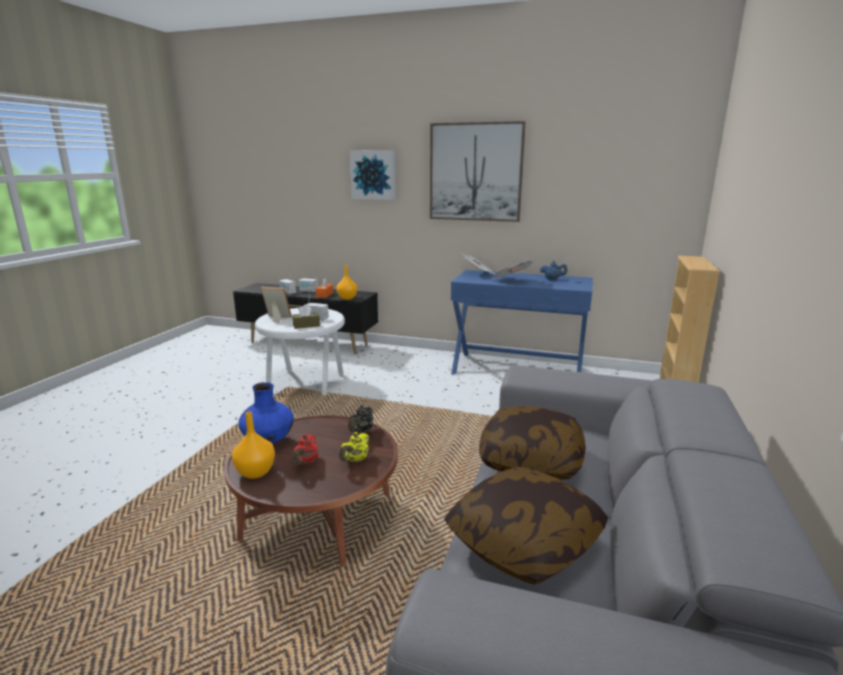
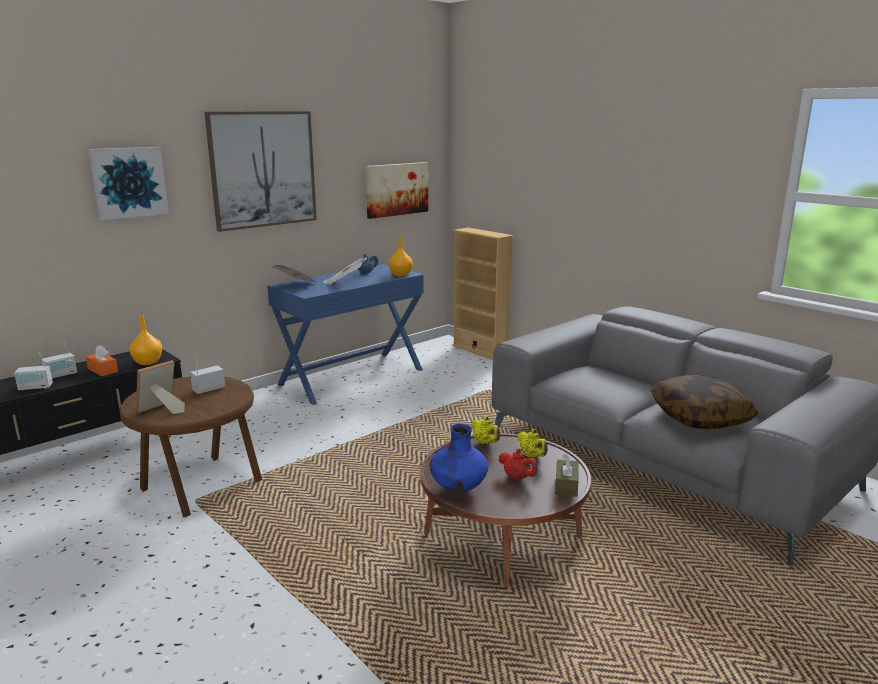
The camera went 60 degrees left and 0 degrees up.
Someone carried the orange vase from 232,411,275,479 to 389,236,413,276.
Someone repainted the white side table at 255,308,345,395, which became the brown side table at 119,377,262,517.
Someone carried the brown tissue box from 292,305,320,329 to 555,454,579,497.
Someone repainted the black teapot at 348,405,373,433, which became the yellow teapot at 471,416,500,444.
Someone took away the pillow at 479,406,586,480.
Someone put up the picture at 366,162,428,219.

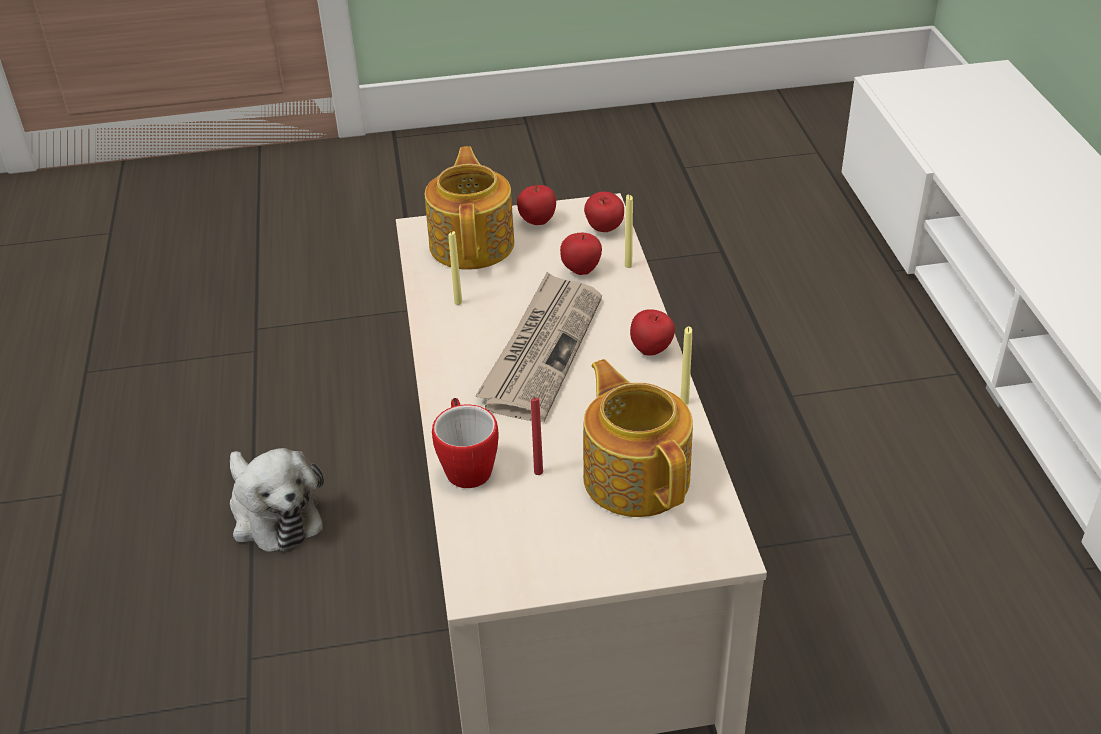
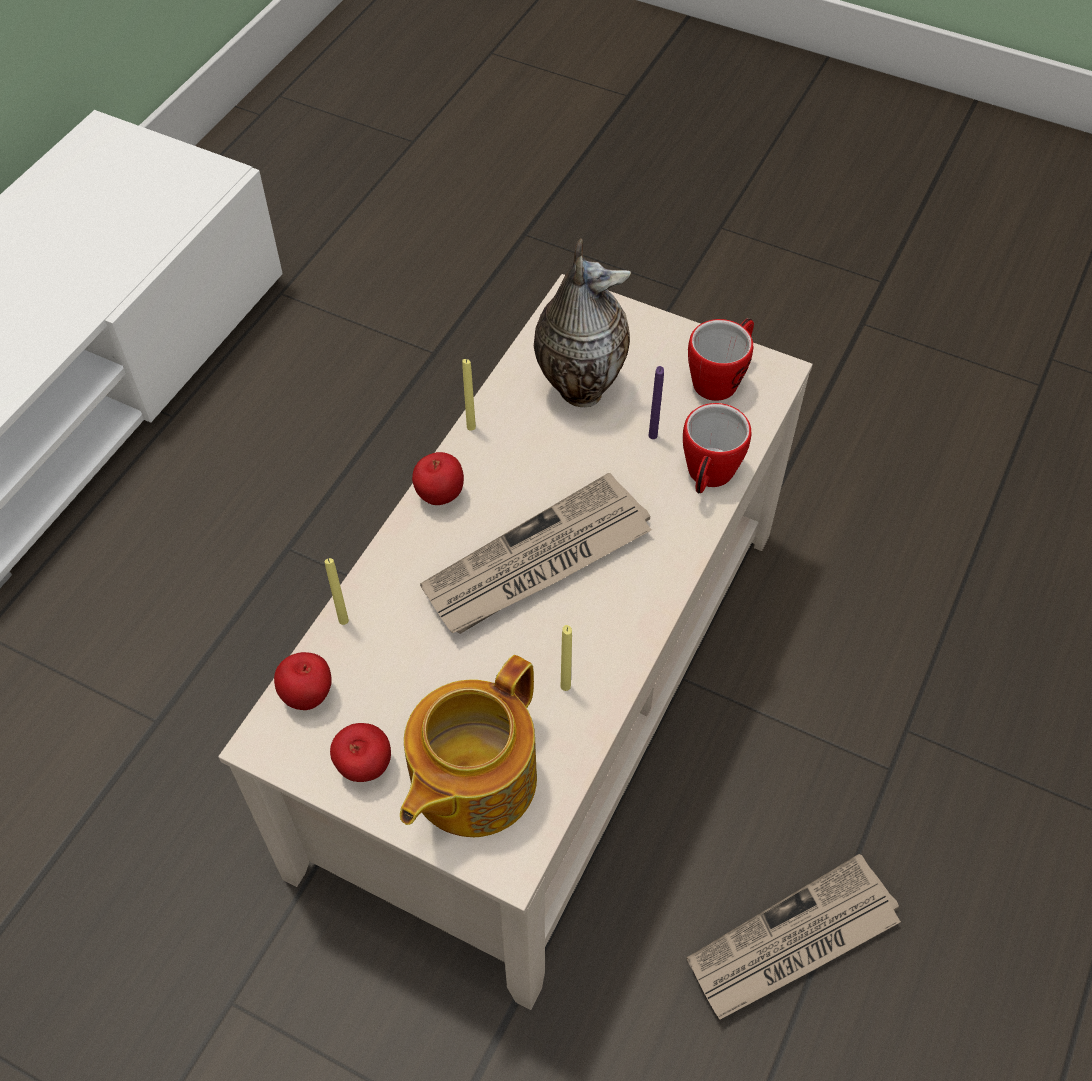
The camera went 145 degrees left and 15 degrees up.
Someone swapped the plush toy at 230,448,324,552 for the newspaper at 687,854,901,1019.
Someone repainted the red candle at 531,397,543,475, which became the purple candle at 649,366,664,439.
Someone took away the apple at 560,232,602,275.
Someone swapped the teapot at 583,359,693,517 for the vase at 534,238,631,407.
Someone put down the mug at 688,319,754,401.

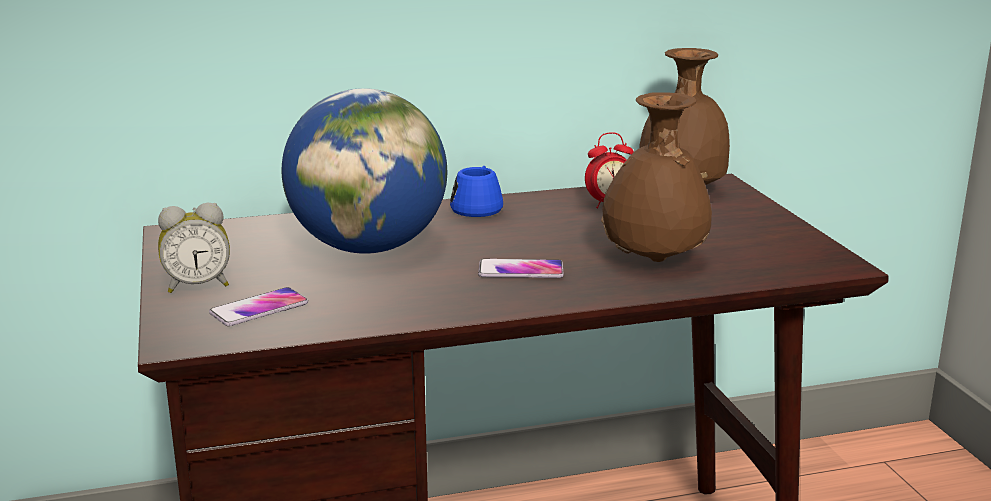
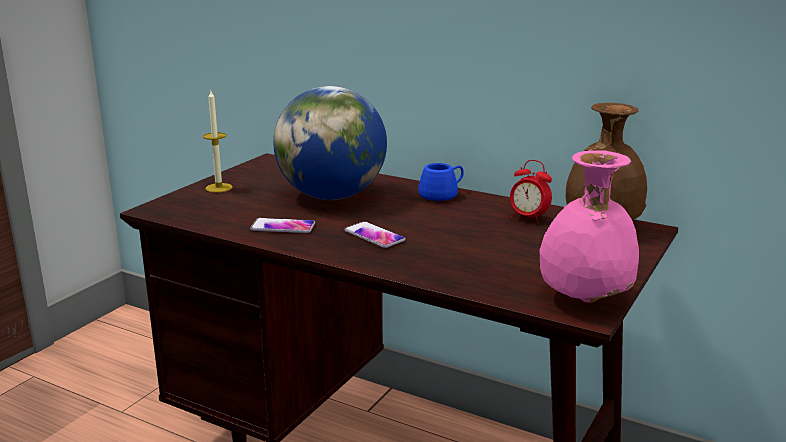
The camera went 45 degrees right and 0 degrees up.
Someone swapped the alarm clock at 158,203,230,293 for the candle at 203,91,233,193.
Someone carried the phone from 209,287,308,326 to 250,218,315,233.
Someone took away the brown vase at 601,92,712,262.
Someone put down the pink vase at 540,150,639,303.

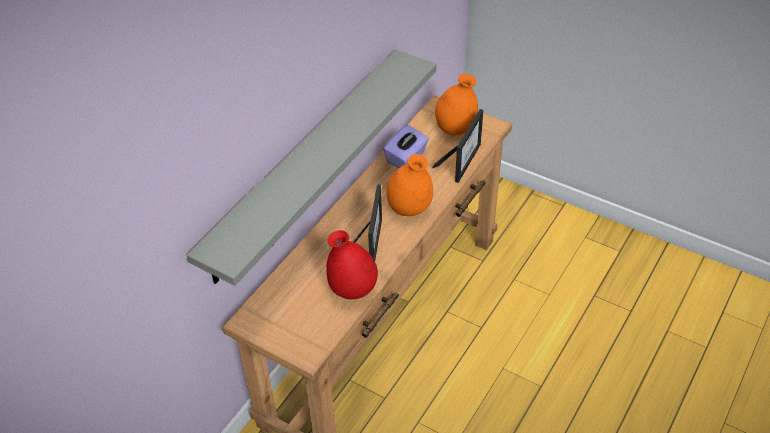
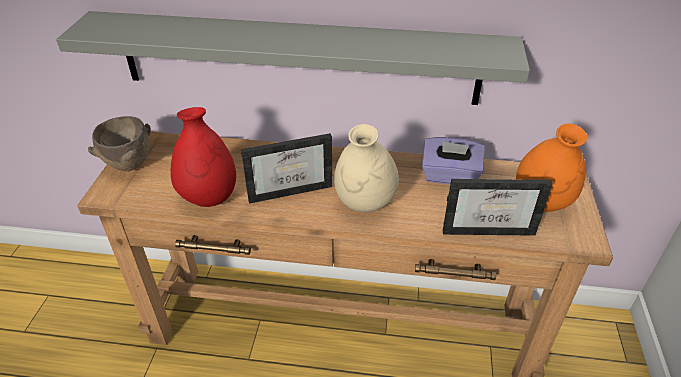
The camera went 65 degrees right and 5 degrees down.
Someone repainted the orange vase at 386,154,433,216, which became the beige vase at 334,124,399,212.
Someone put down the brown bowl at 88,116,151,171.

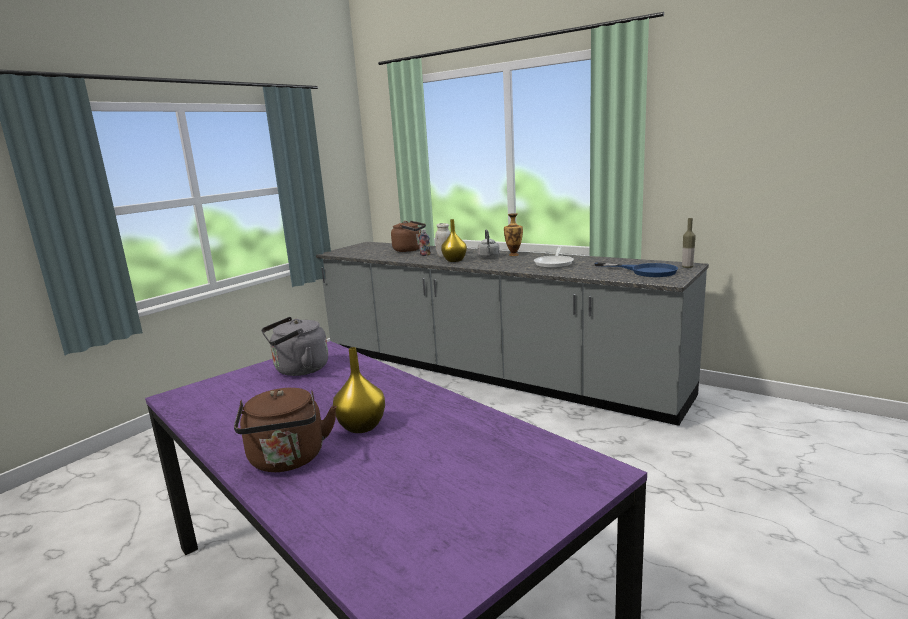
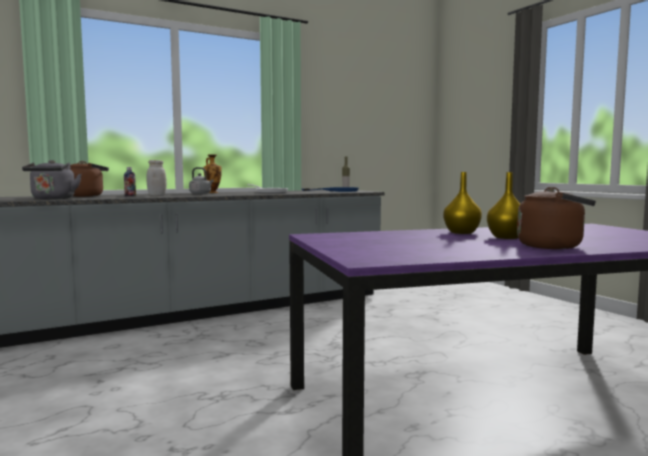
The camera went 65 degrees left and 10 degrees down.
Someone carried the grey kettle from 261,317,328,376 to 22,160,82,199.
Someone carried the yellow vase from 441,219,467,262 to 443,172,482,234.

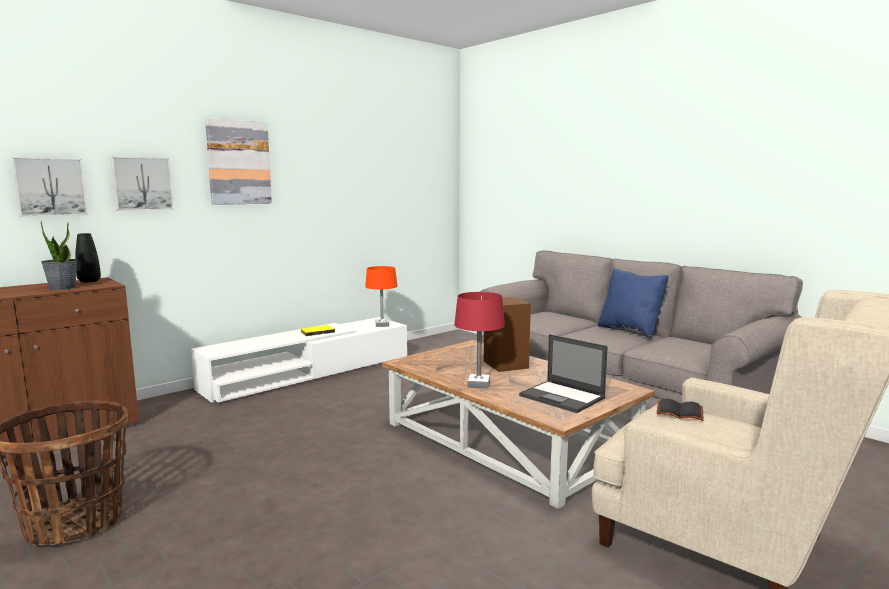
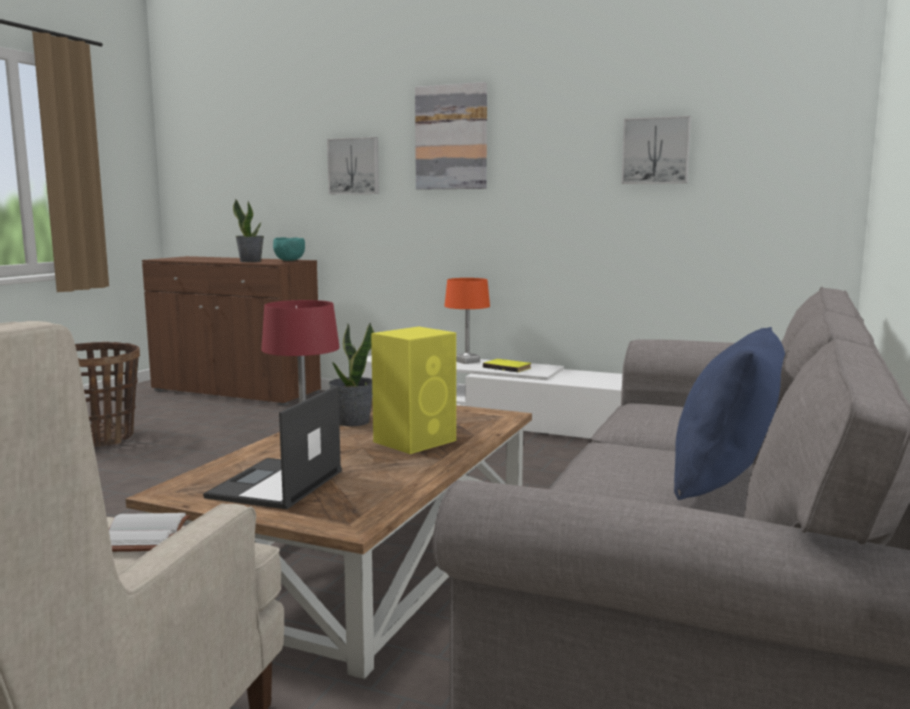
The camera went 65 degrees right and 0 degrees up.
Someone carried the picture from 12,157,88,217 to 621,116,691,184.
Someone swapped the black vase at 75,233,101,282 for the turquoise bowl at 273,237,305,261.
Someone carried the orange table lamp from 365,266,397,327 to 445,278,490,364.
Someone repainted the brown speaker at 484,297,531,372, which became the yellow speaker at 371,326,456,454.
Someone repainted the black book at 657,398,704,421, which became the white book at 109,513,190,552.
Someone put down the potted plant at 329,322,375,426.

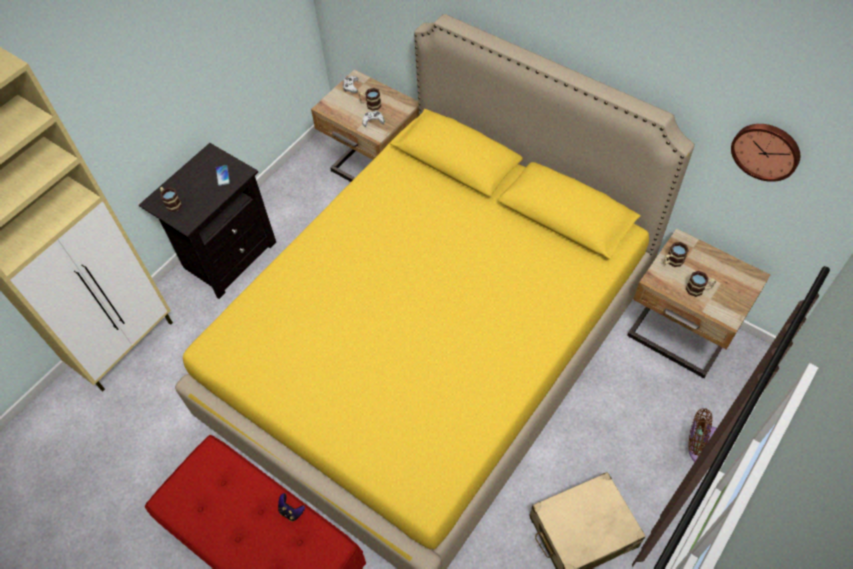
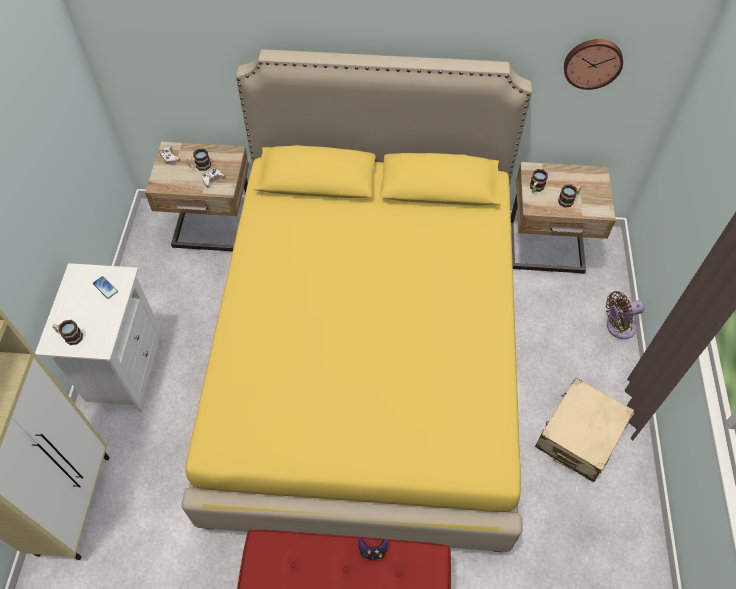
The camera went 35 degrees left and 0 degrees up.
Someone repainted the black nightstand at 139,143,276,299, which became the white nightstand at 35,263,163,412.

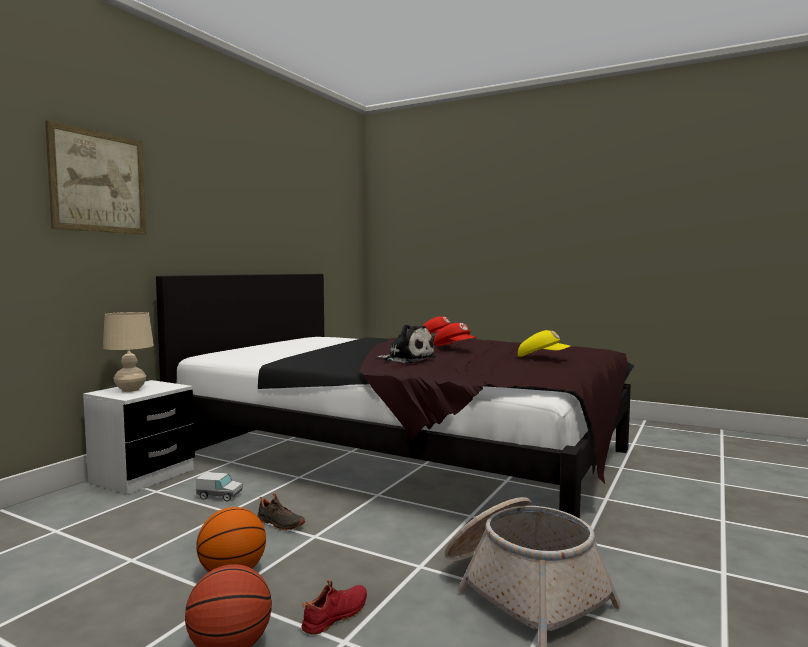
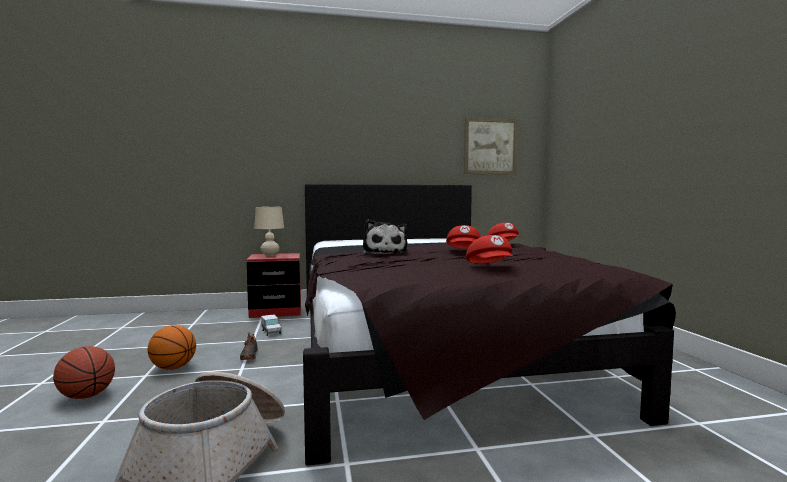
The camera went 50 degrees right and 0 degrees up.
Someone carried the picture from 45,120,146,235 to 464,118,517,175.
Someone repainted the white nightstand at 83,380,195,495, which became the red nightstand at 247,253,301,318.
Someone took away the red shoe at 301,579,367,635.
Someone repainted the yellow cap at 518,330,570,357, which became the red cap at 466,235,514,264.

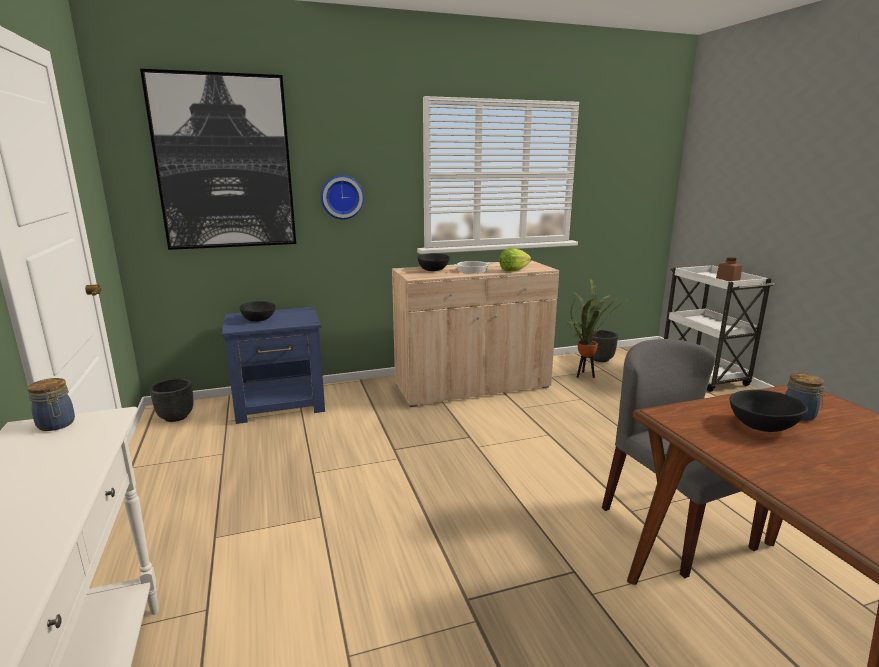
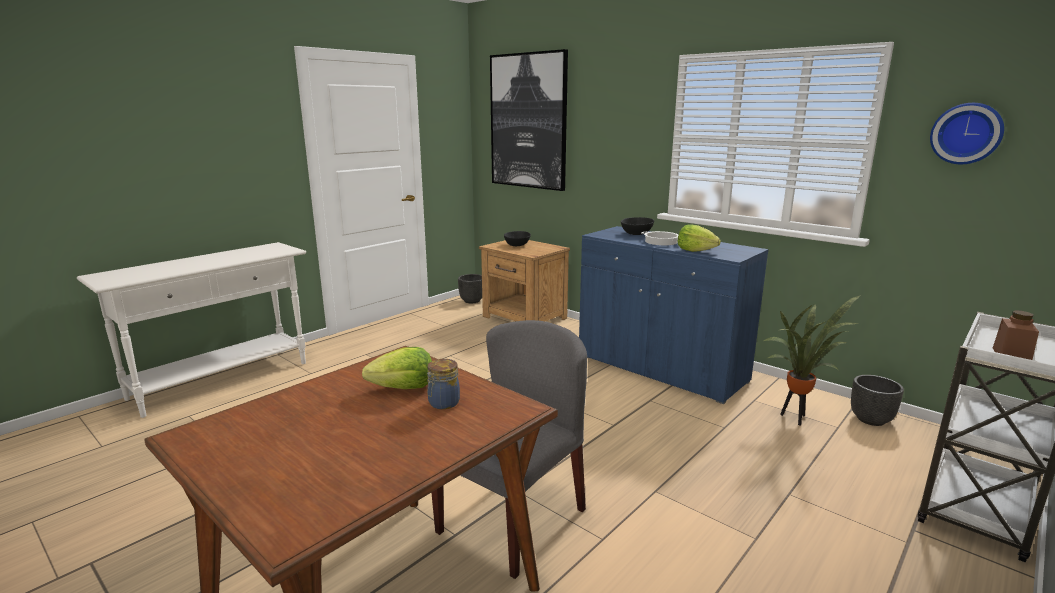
The camera went 60 degrees right and 0 degrees up.
Someone took away the jar at 27,378,75,431.
Someone repainted the blue nightstand at 222,307,325,424, which became the brown nightstand at 479,240,570,321.
Someone carried the wall clock from 320,175,364,220 to 930,103,1004,164.
Someone repainted the beige cabinet at 392,260,559,407, which became the blue cabinet at 579,226,769,404.
Someone swapped the black bowl at 730,390,808,432 for the lettuce at 362,347,432,389.

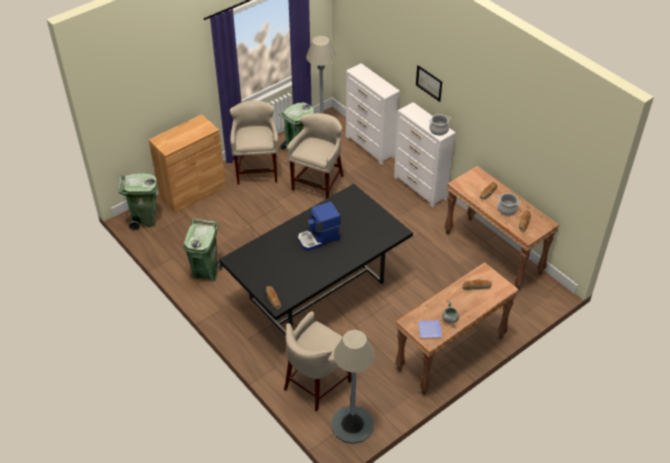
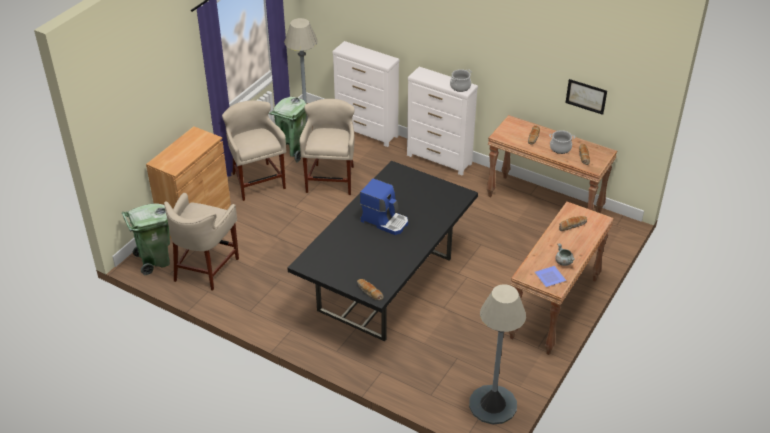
The camera went 20 degrees left and 5 degrees down.
Someone took away the green trash can at 184,219,223,281.
Someone carried the beige stool from 284,311,352,412 to 164,193,239,291.
Someone rotated the coffee machine at 298,201,341,251 by 105 degrees counterclockwise.
Someone carried the picture from 416,65,442,102 to 566,79,607,115.

